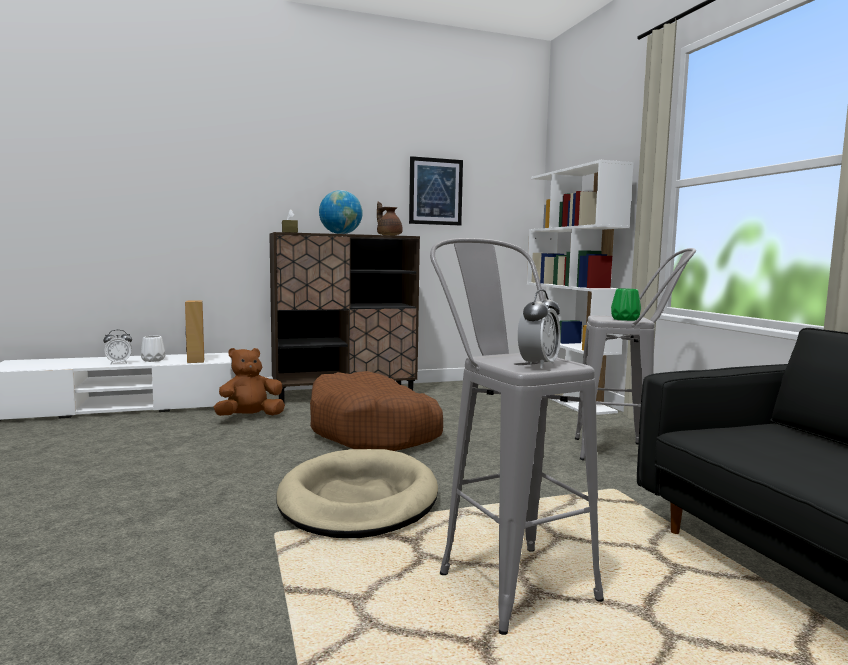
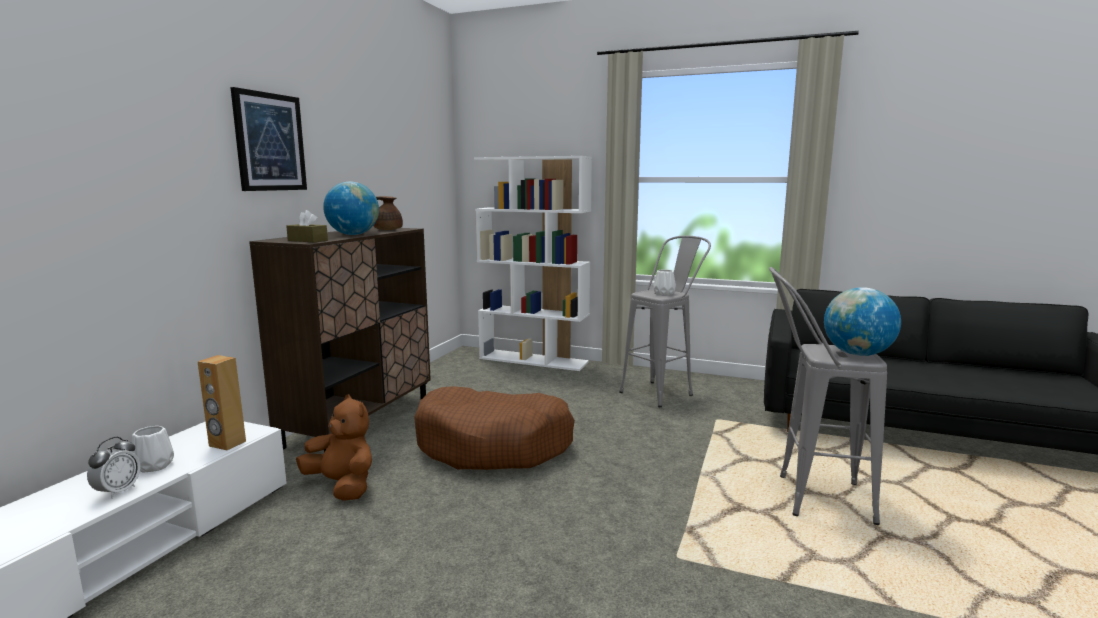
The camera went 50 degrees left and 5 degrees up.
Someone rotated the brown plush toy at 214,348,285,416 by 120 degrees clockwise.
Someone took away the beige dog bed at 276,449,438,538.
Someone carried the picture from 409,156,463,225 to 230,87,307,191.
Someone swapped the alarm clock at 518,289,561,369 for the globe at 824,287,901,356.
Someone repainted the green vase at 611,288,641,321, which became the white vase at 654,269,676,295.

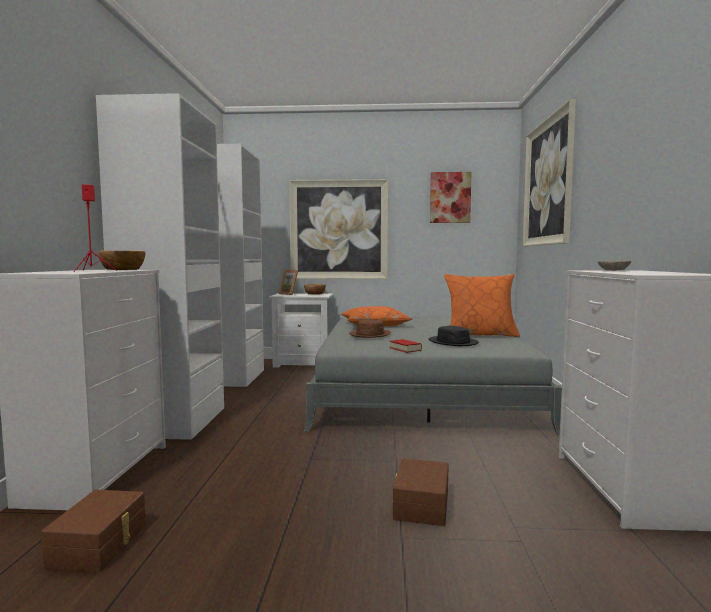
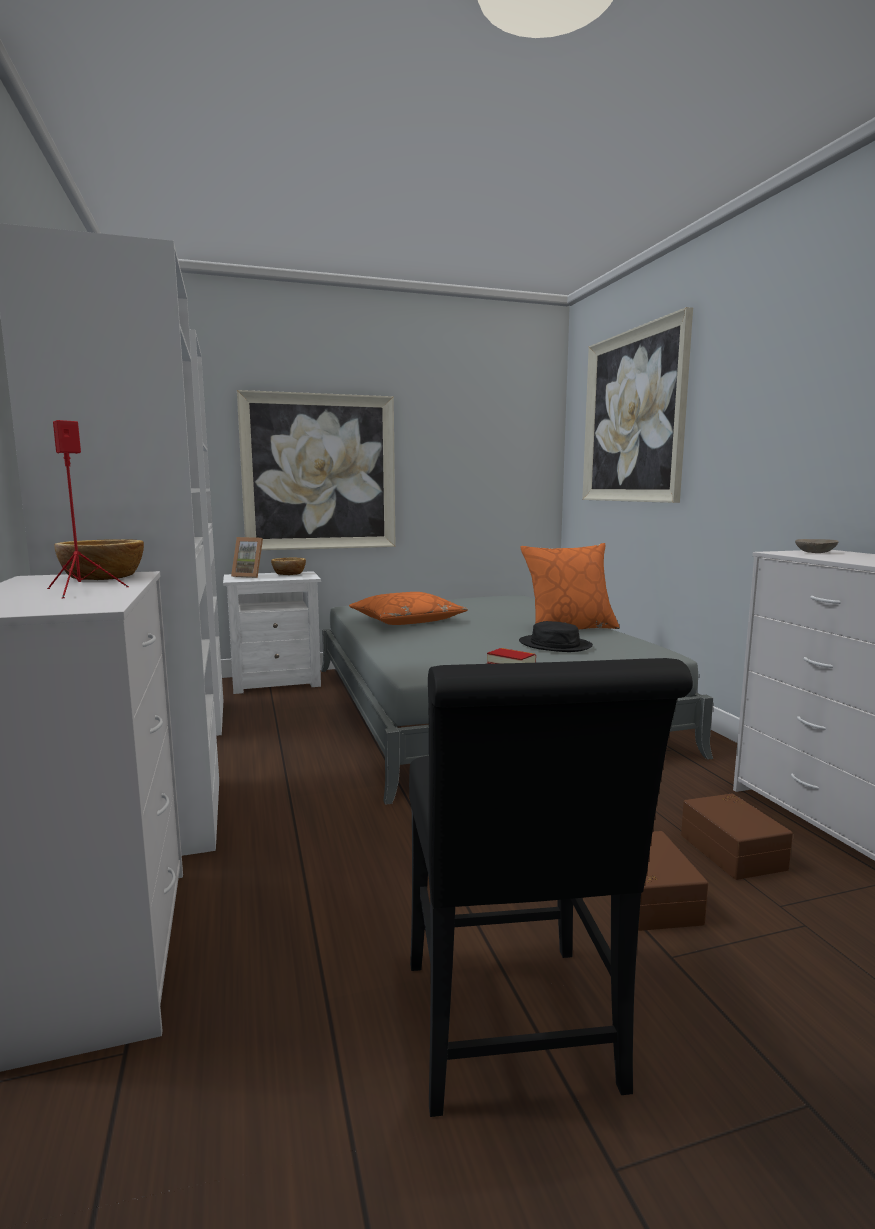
The camera went 20 degrees left and 5 degrees up.
Someone carried the brown storage box from 41,490,146,572 to 681,794,793,880.
Someone took away the brown hat at 349,319,391,338.
Someone took away the picture at 430,172,472,223.
Someone put down the black chair at 409,658,693,1117.

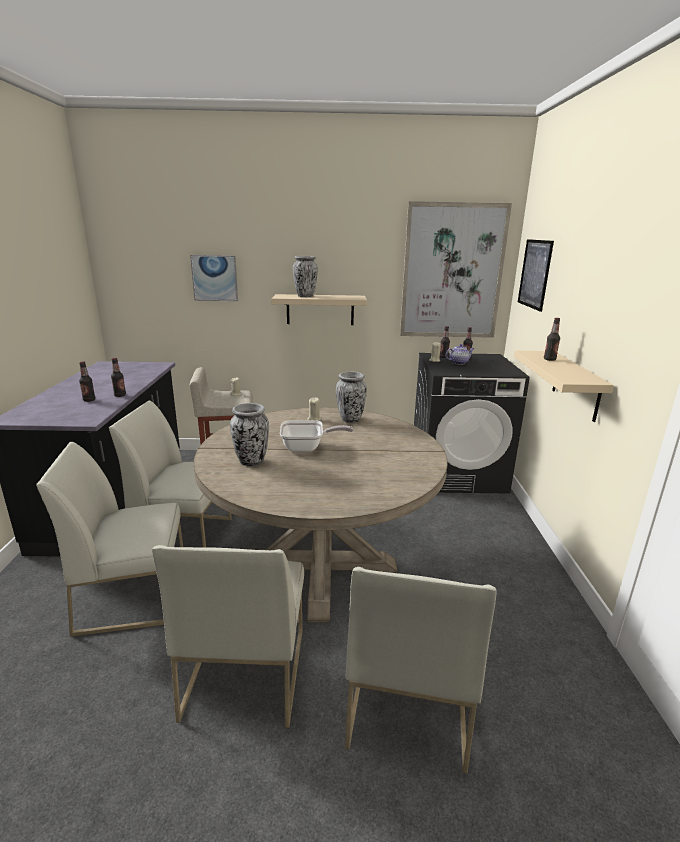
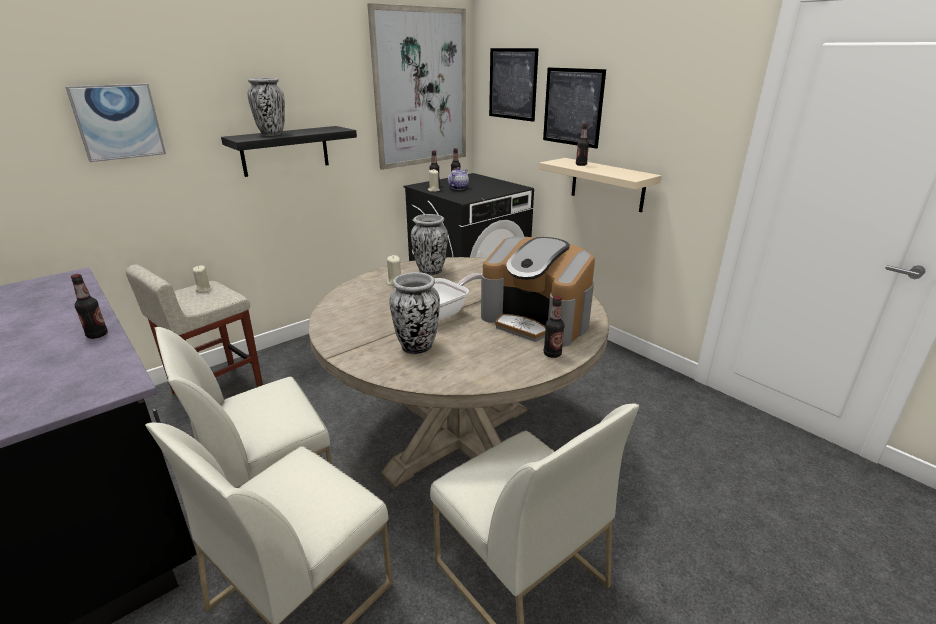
The camera went 40 degrees left and 5 degrees up.
Someone carried the bottle from 79,361,95,402 to 544,296,565,358.
Someone repainted the beige shelf at 271,294,367,325, which became the black shelf at 221,126,357,177.
Someone took away the white chair at 345,567,496,774.
Someone put down the coffee machine at 481,237,595,347.
Someone put up the picture at 543,68,606,149.

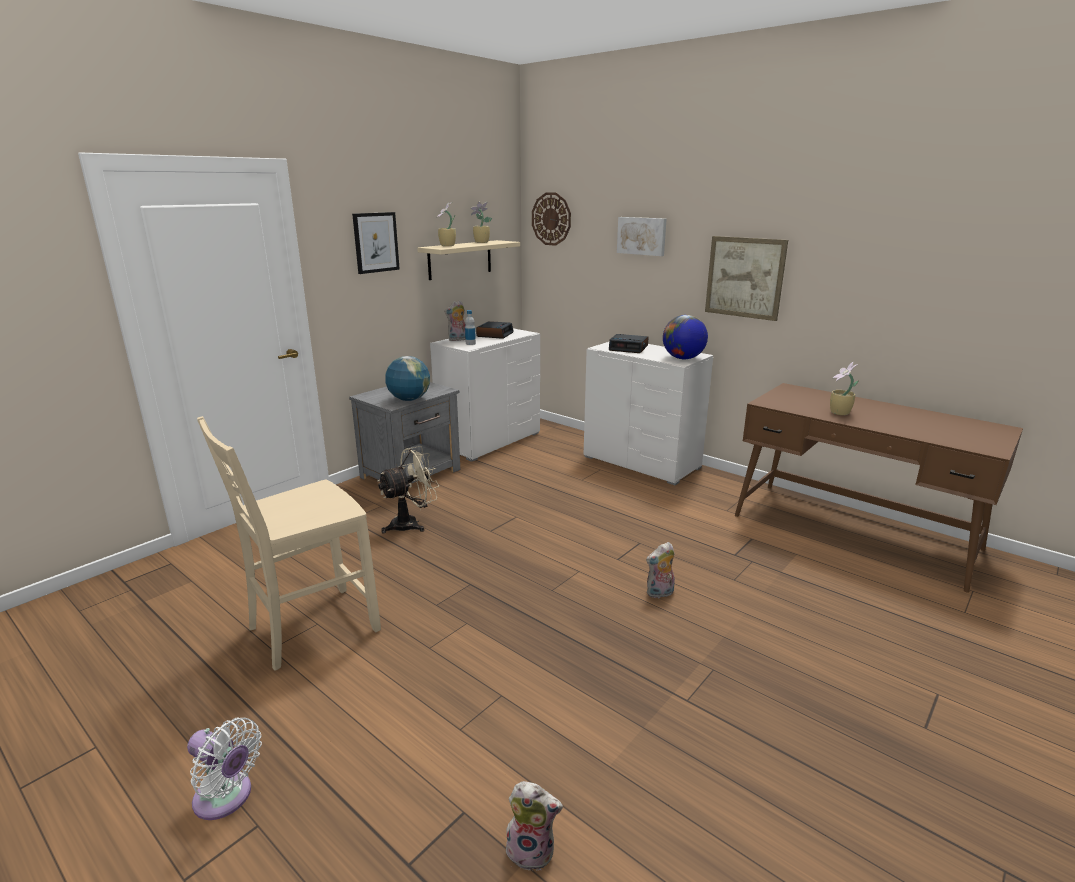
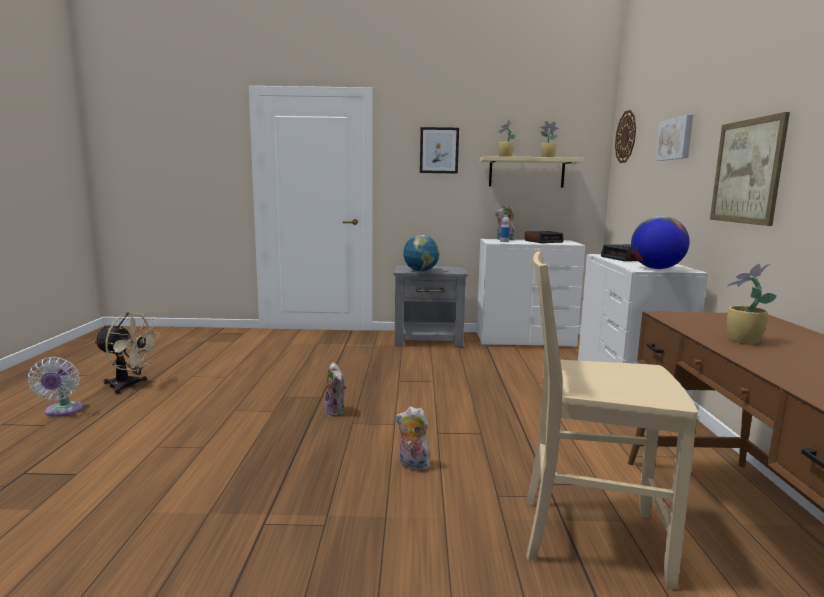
The camera went 50 degrees right and 10 degrees down.
Someone carried the beige chair from 197,416,381,671 to 526,249,698,589.
Someone carried the beige fan from 378,446,439,533 to 94,312,160,394.
Someone carried the plush toy from 501,781,563,871 to 324,362,347,417.

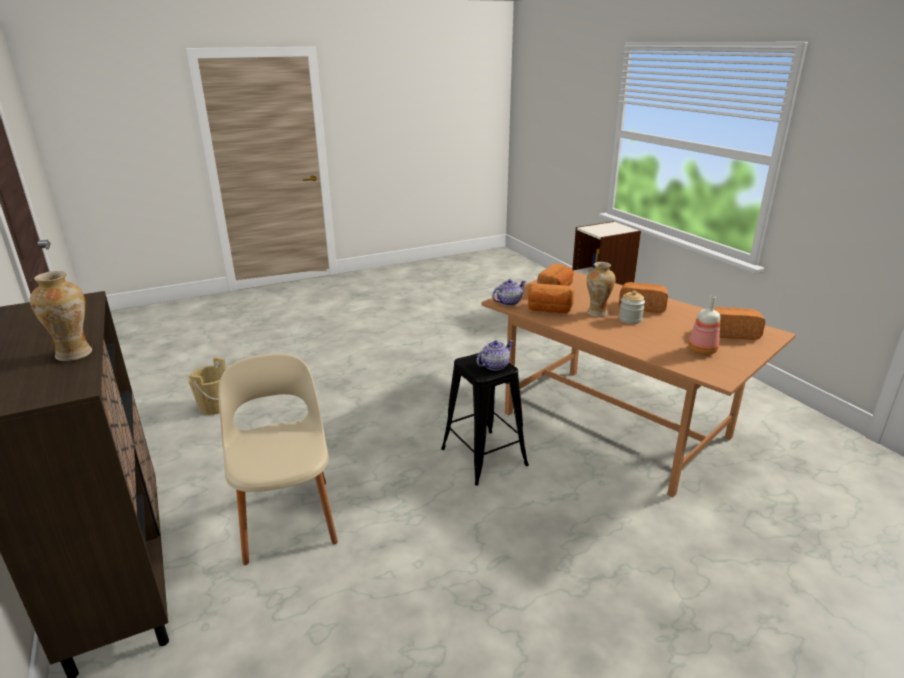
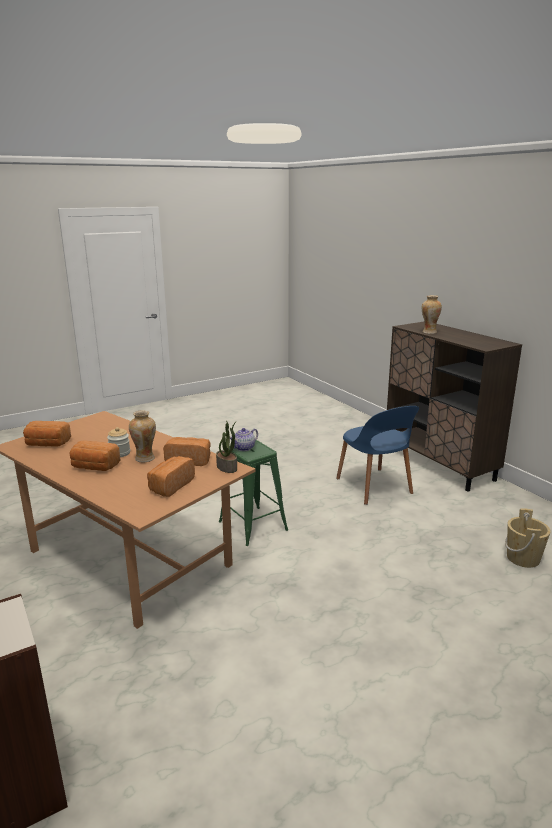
The camera went 175 degrees right and 5 degrees down.
Someone repainted the beige chair at 219,354,338,565, which became the blue chair at 336,406,419,505.
Someone repainted the black stool at 441,353,529,486, which became the green stool at 219,440,288,546.
Someone swapped the teapot at 492,279,526,306 for the potted plant at 216,421,237,473.
Someone took away the bottle at 688,296,720,355.

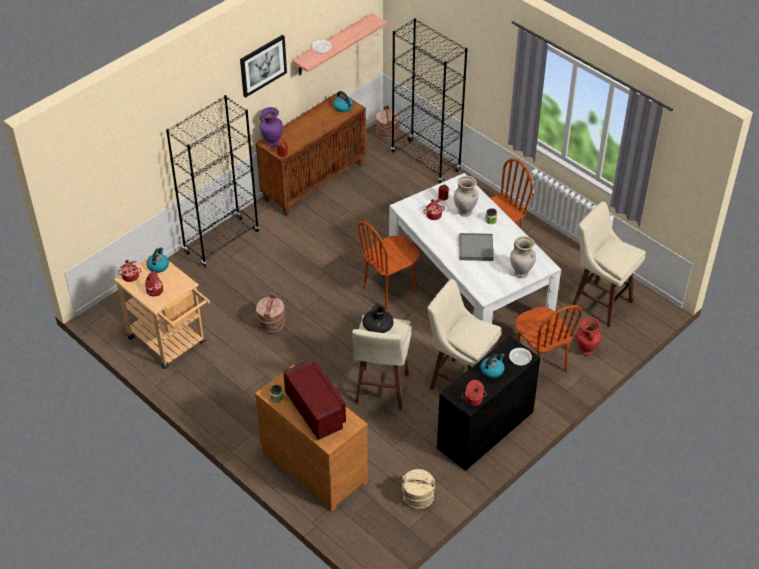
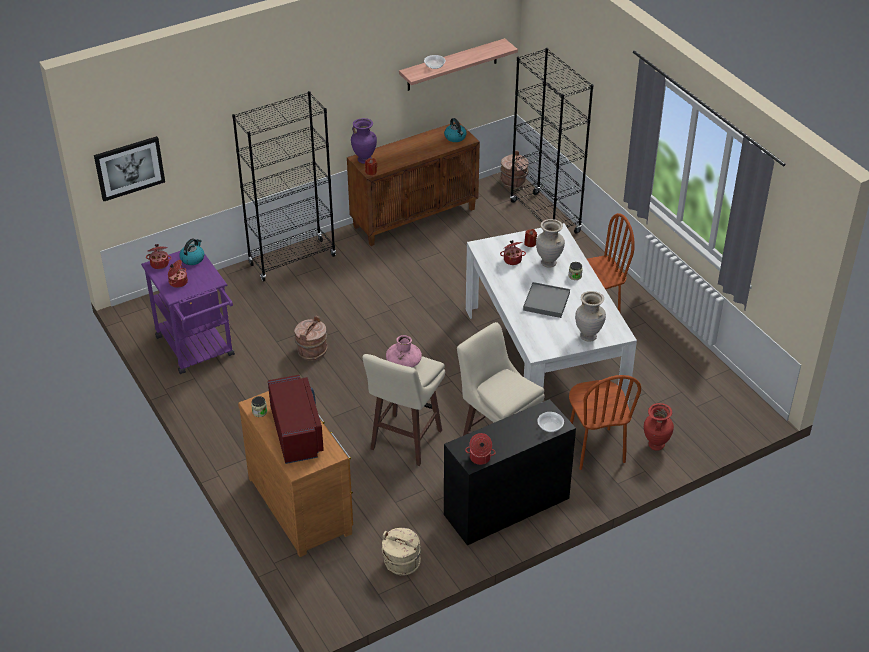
The camera went 15 degrees right and 5 degrees down.
Someone repainted the beige cart at 114,252,210,369, which became the purple cart at 141,251,235,374.
Someone carried the picture from 240,35,287,98 to 94,136,165,201.
Someone took away the brown chair at 358,221,420,310.
Someone repainted the black vase at 362,305,393,333, which became the pink vase at 386,335,422,367.
Someone took away the kettle at 480,354,505,378.
Someone took away the beige stool at 572,202,646,327.

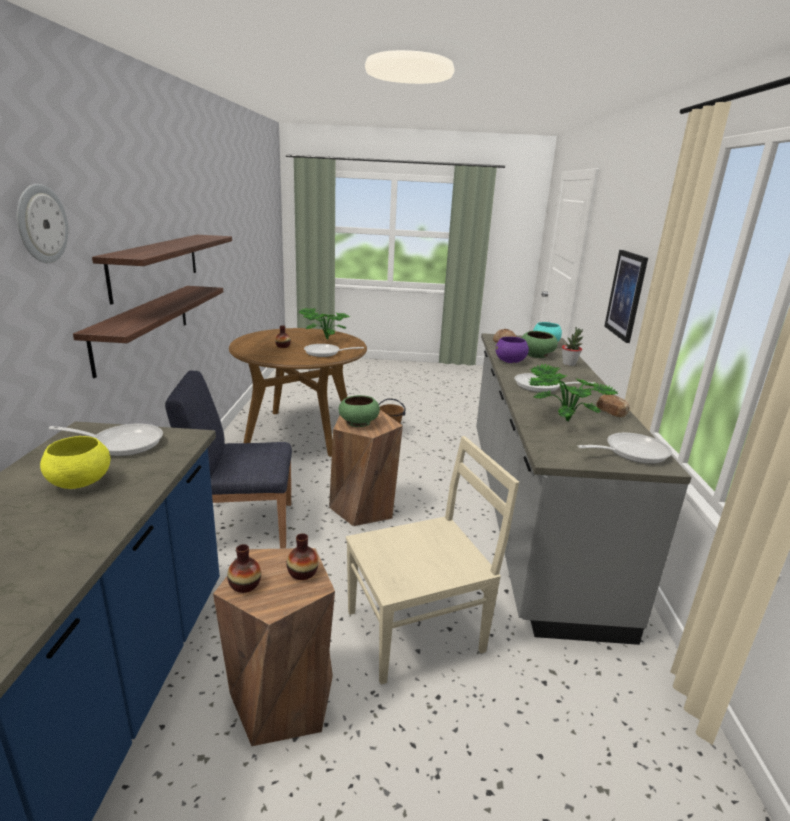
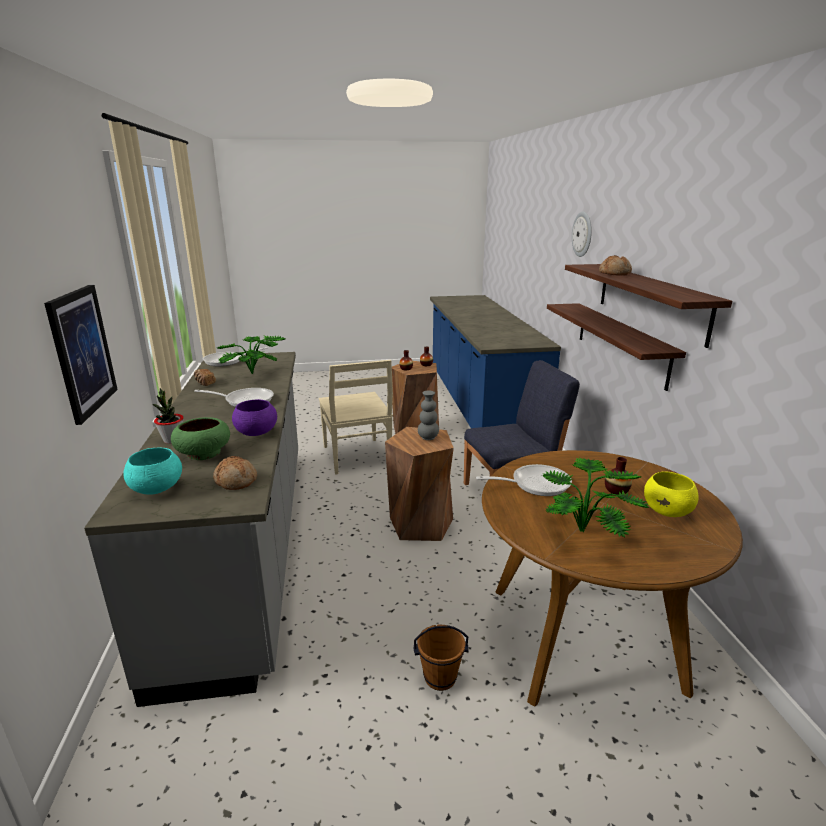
The camera went 170 degrees right and 0 degrees up.
Someone carried the yellow bowl from 40,436,111,489 to 644,471,699,517.
Someone took away the frying pan at 49,424,163,456.
Someone swapped the green bowl at 338,395,380,427 for the grey vase at 418,390,439,440.
Someone rotated the beige chair at 346,436,519,685 by 75 degrees counterclockwise.
Someone put down the bread at 599,255,632,276.

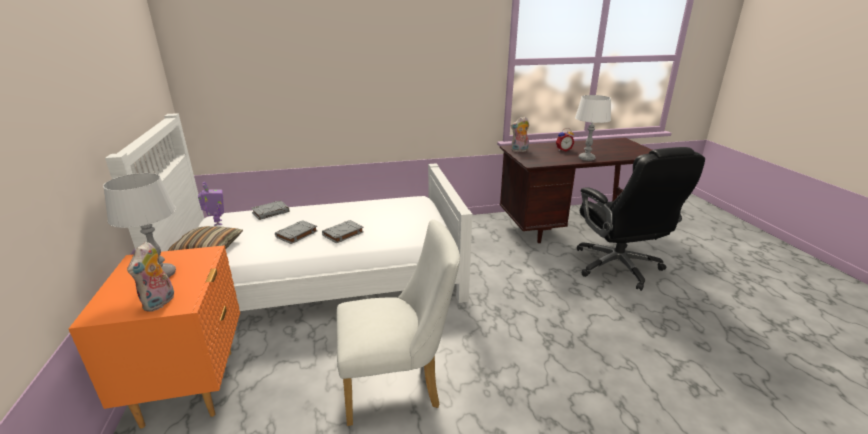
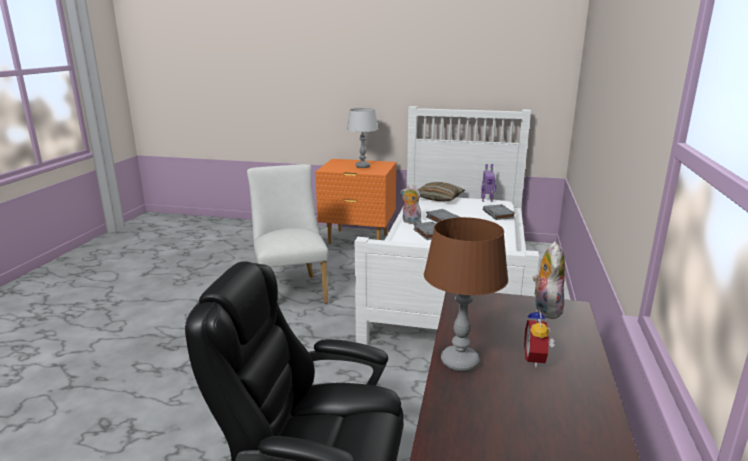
The camera went 115 degrees right and 5 degrees down.
Someone carried the plush toy from 127,242,174,312 to 401,184,422,224.
Someone rotated the white chair at 337,219,460,426 by 150 degrees clockwise.
Someone repainted the white table lamp at 575,95,611,161, which became the brown table lamp at 424,217,508,372.

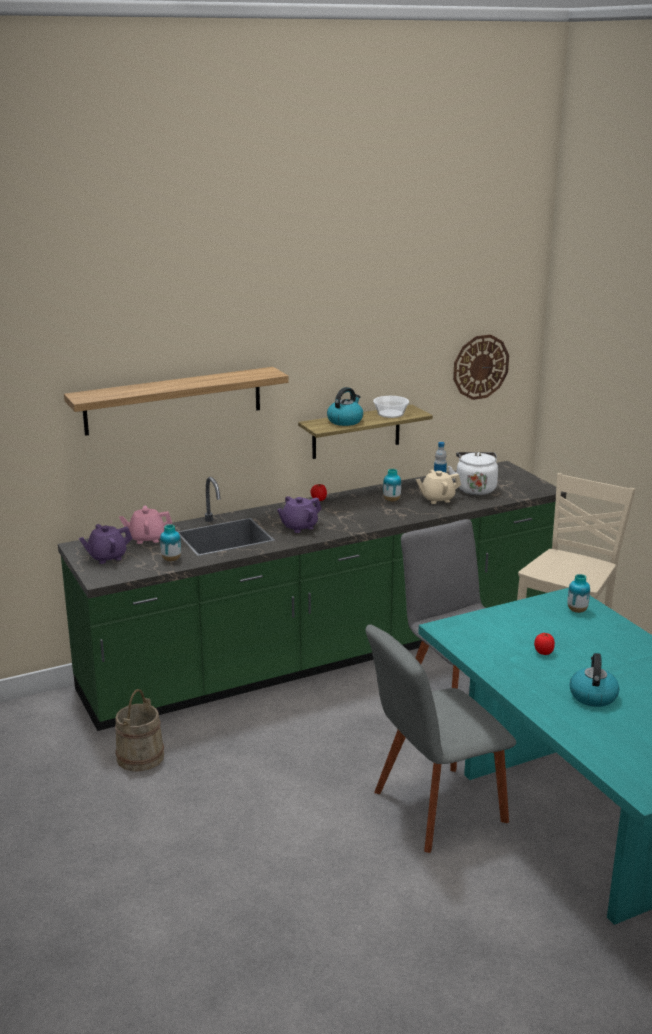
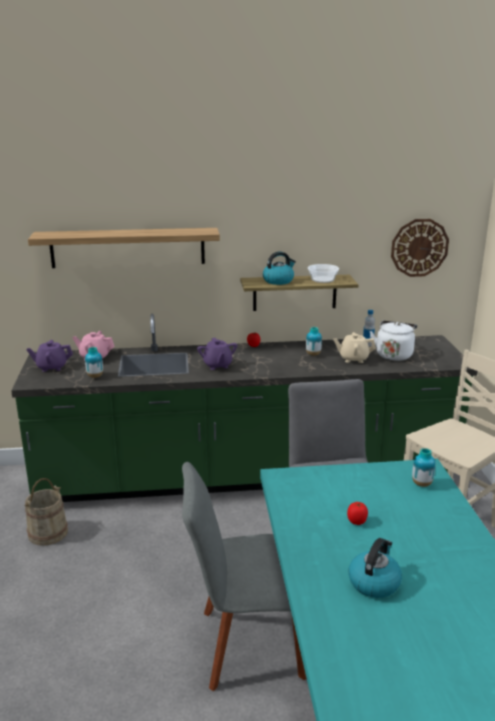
The camera went 20 degrees right and 0 degrees up.
Someone rotated the purple teapot at 277,496,321,533 by 90 degrees counterclockwise.

